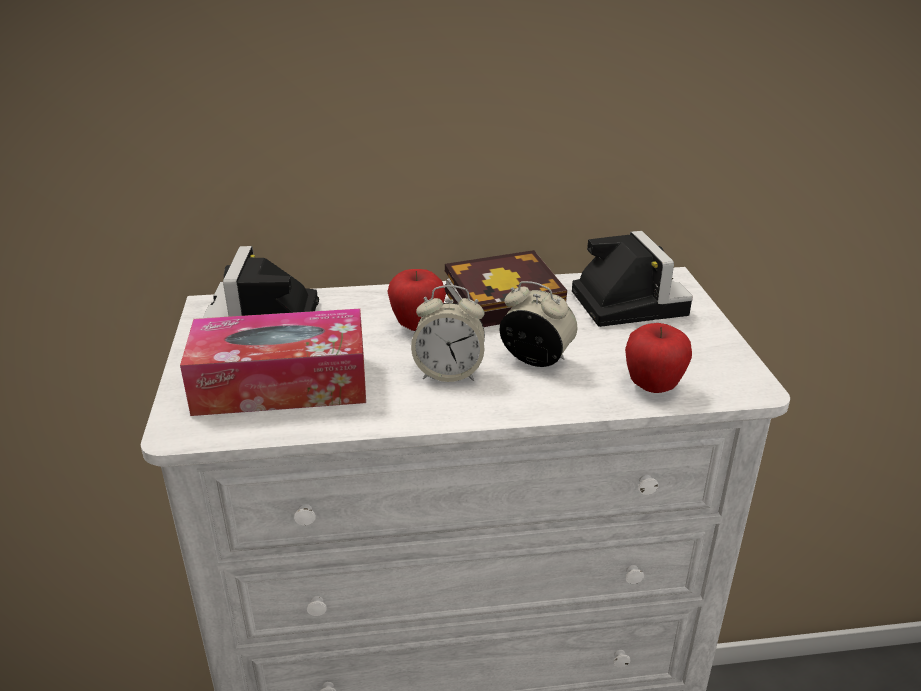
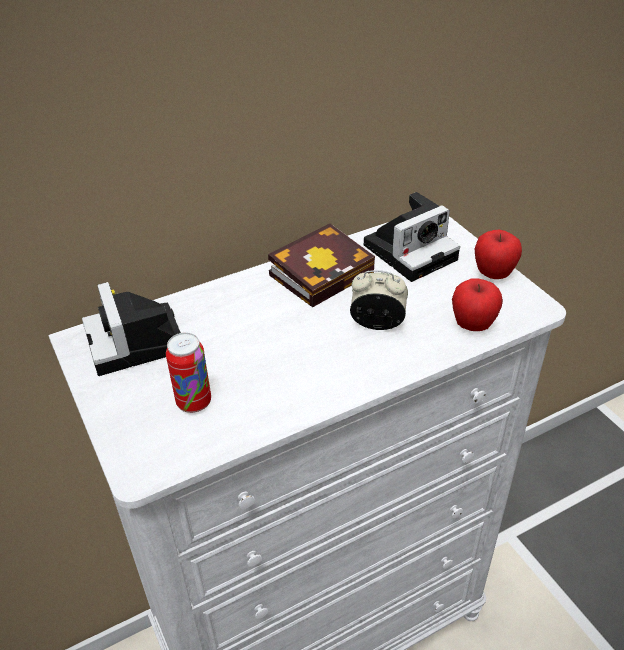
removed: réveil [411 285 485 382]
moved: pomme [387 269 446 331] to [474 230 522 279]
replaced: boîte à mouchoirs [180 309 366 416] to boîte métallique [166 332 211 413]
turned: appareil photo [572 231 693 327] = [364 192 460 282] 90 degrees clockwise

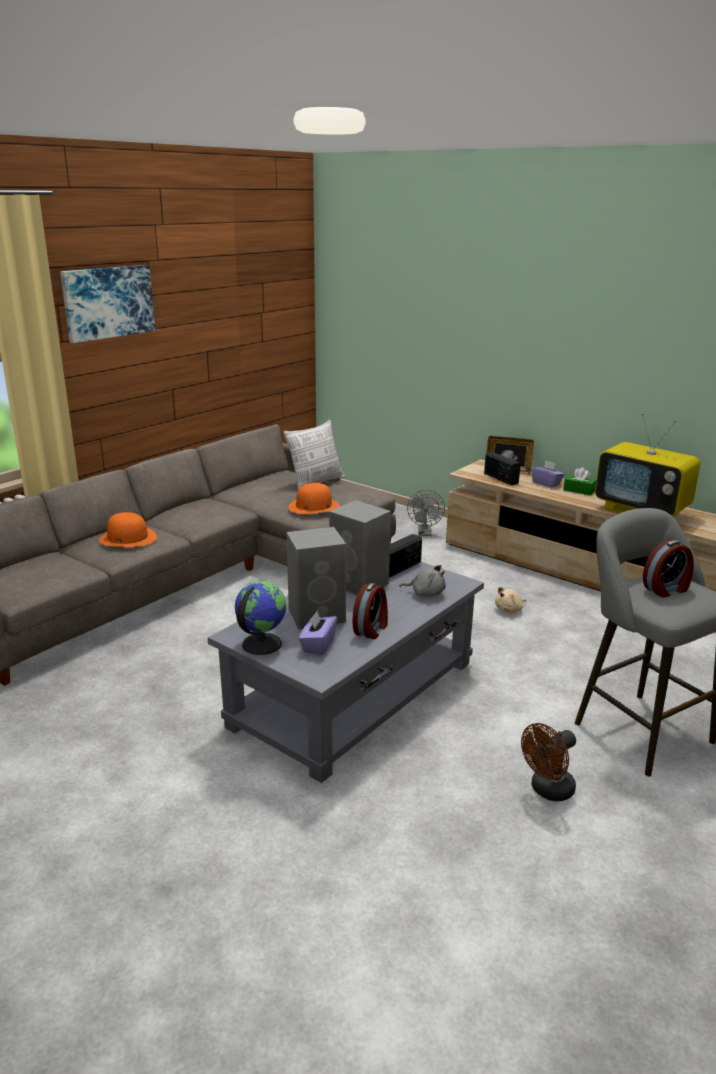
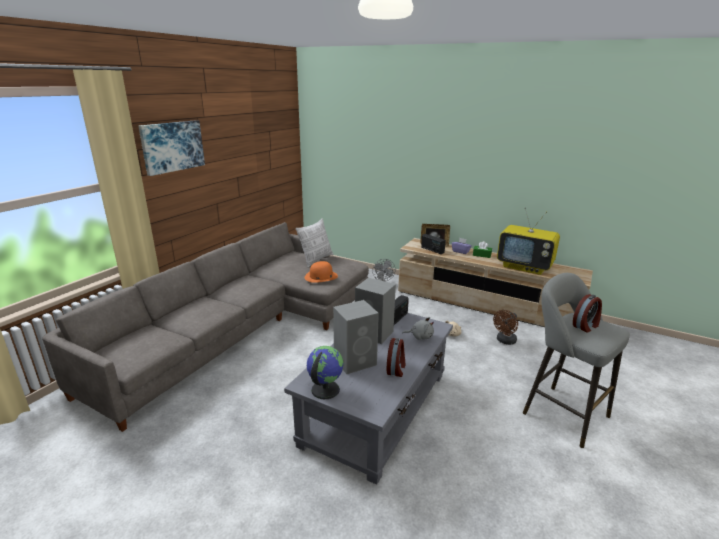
removed: chapeau (orange) [99 512 157 547]; boîte à mouchoirs (violet) [299 611 337 655]
moved: ventilateur (marron) [521 723 576 801] to [493 310 518 345]

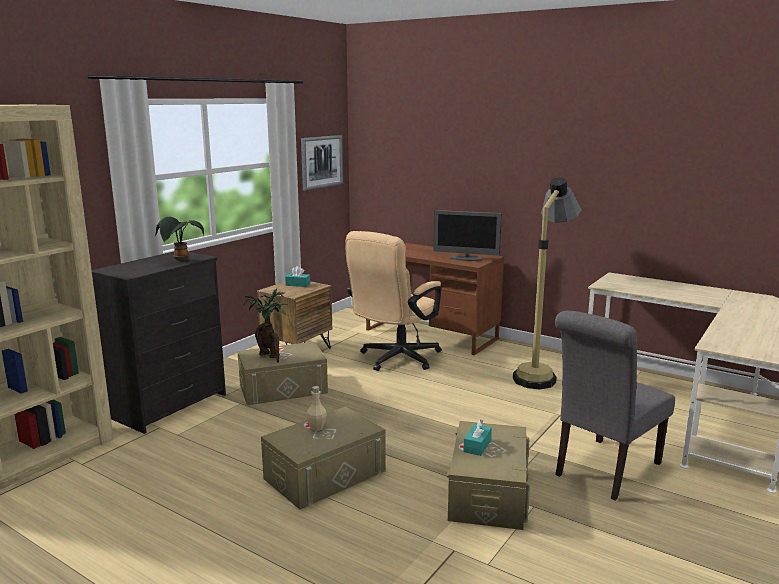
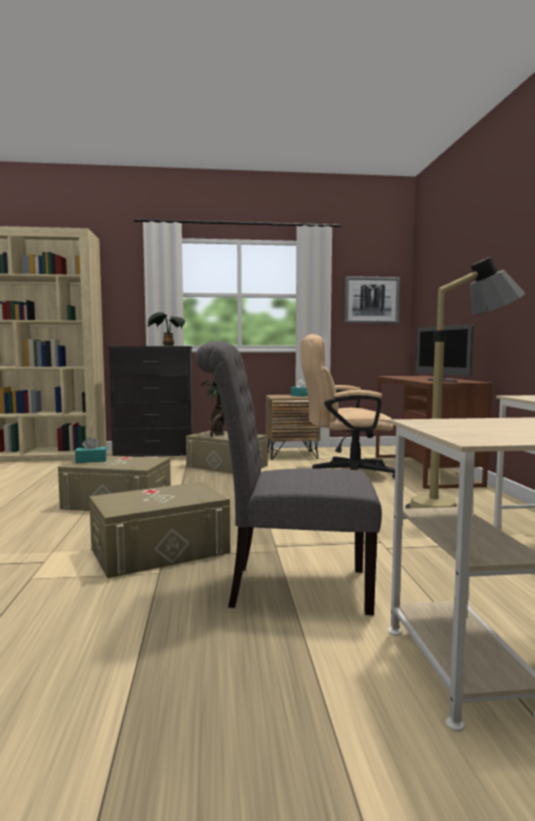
removed: bouteille (beige) [307 386 327 431]
moved: boîte à mouchoirs (turquoise) [463 420 492 456] to [75 437 107 463]

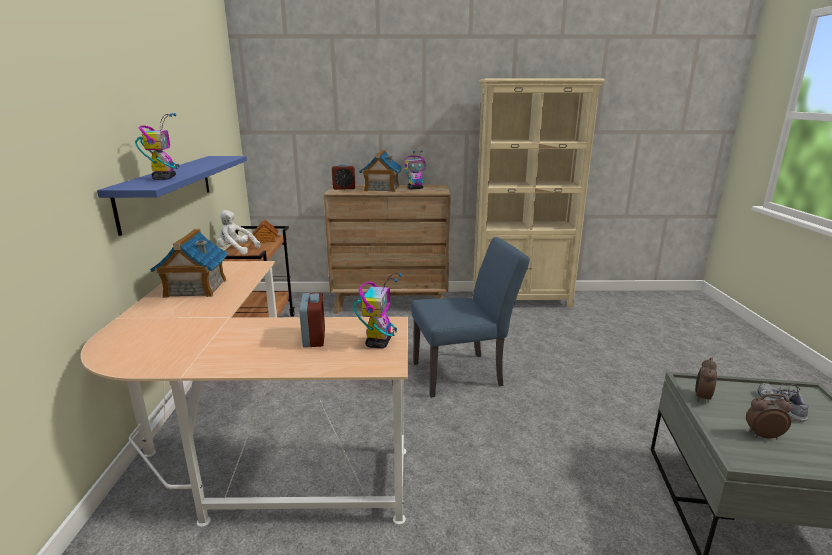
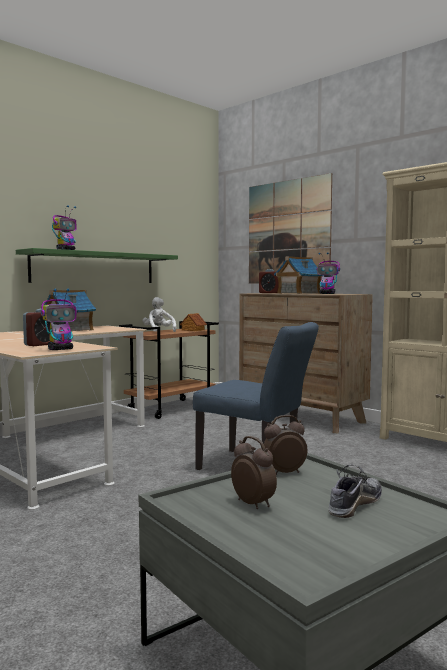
added: tableau [249 173 332 283]
recoloured: étagère (bleu) [97 156 247 236] to étagère (vert) [16 248 178 283]

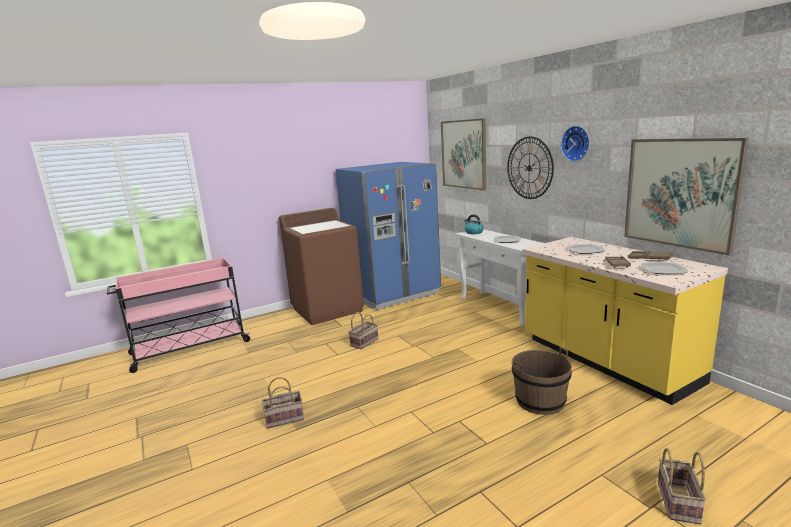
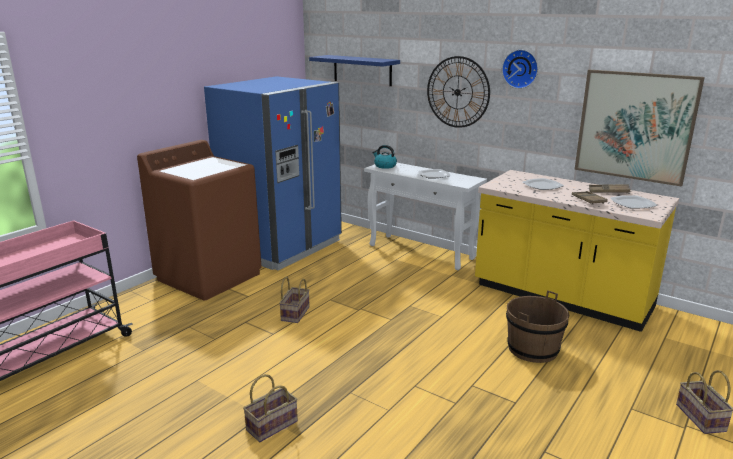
replaced: tableau [441 118 486 190] to étagère (bleu) [309 55 400 86]

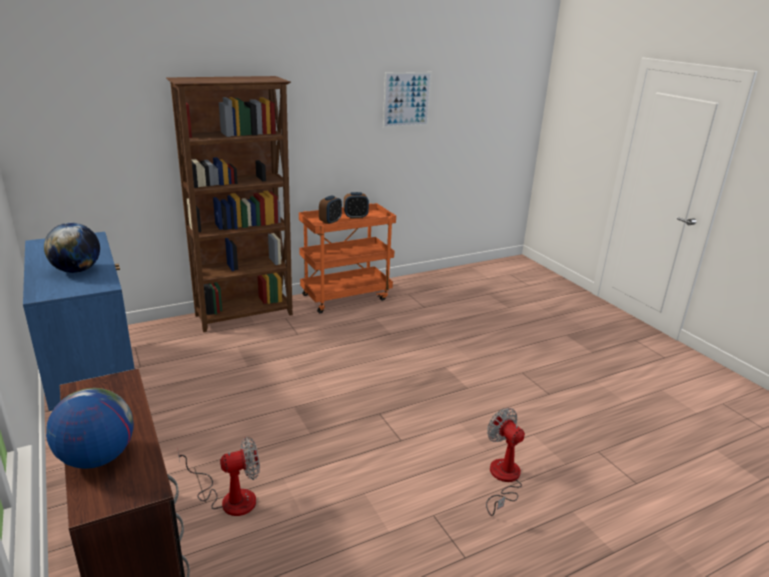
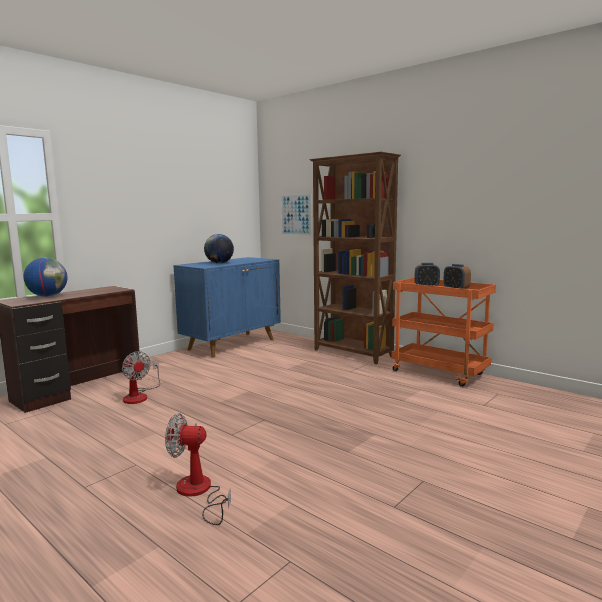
moved: tableau [383 72 432 128] to [280 193 312 236]
turned: ventilateur [486 408 525 516] = [165 413 231 525] 120 degrees counterclockwise

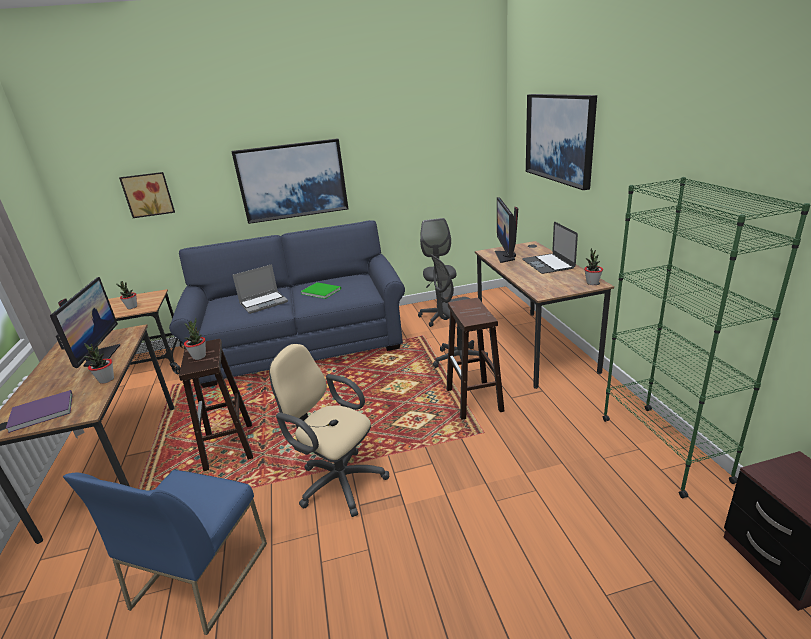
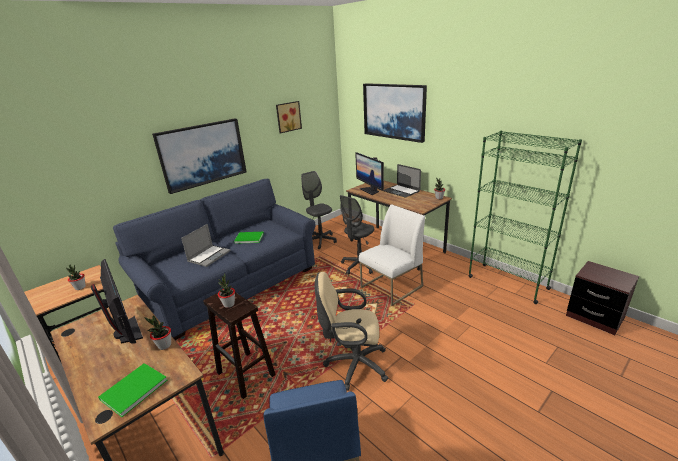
moved: tableau [119 172 175 218] to [276 101 302 134]
replaced: tabouret (marron) [447 298 505 420] to chaise (blanc) [359 204 425 306]
recoloured: livre (violet) [6 390 73 433] to livre (vert) [98 363 167 417]

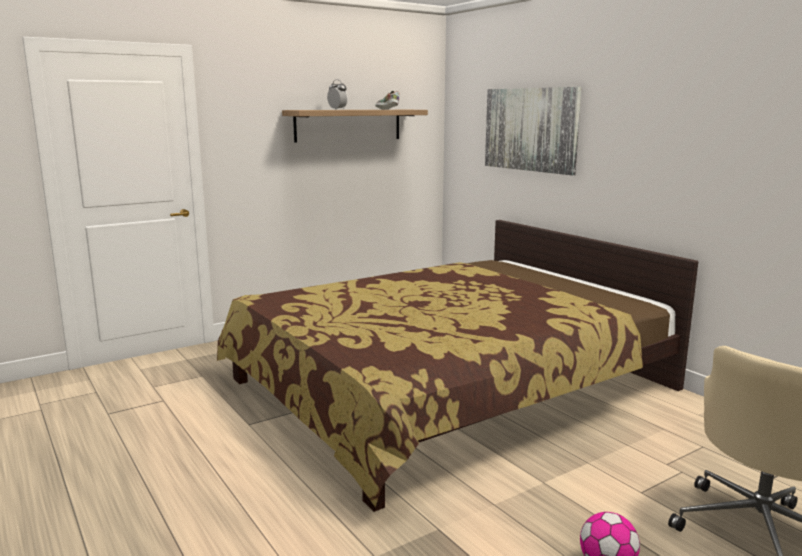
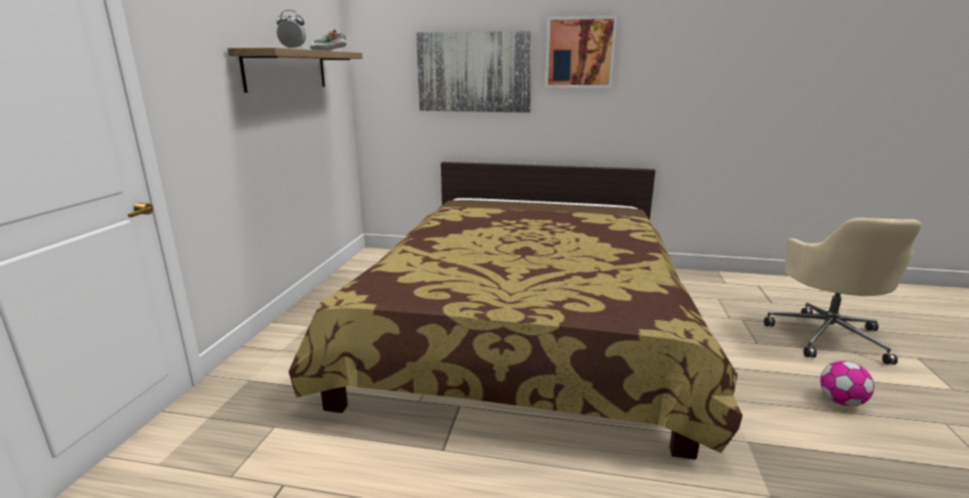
added: tableau [545 15 618 88]

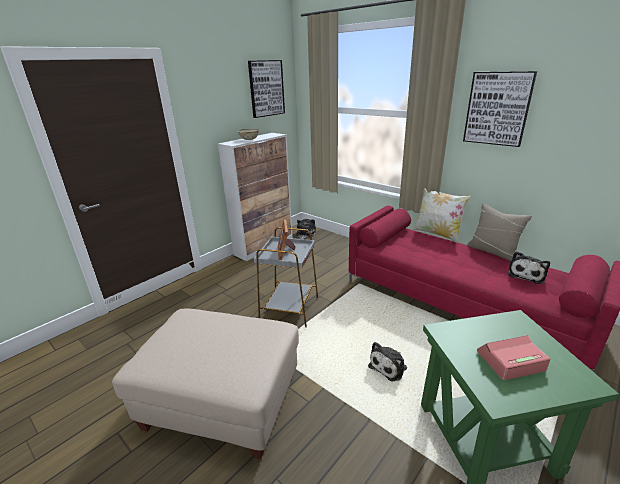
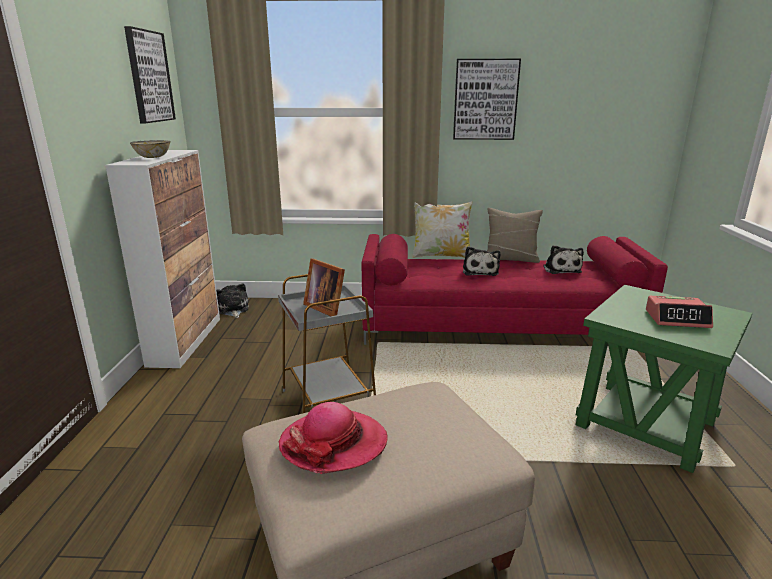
added: chapeau [279 402 388 474]
moved: peluche [368 342 407 381] to [463 246 500 276]
turned: réveil [477 335 550 380] = [646 296 713 328] 120 degrees counterclockwise

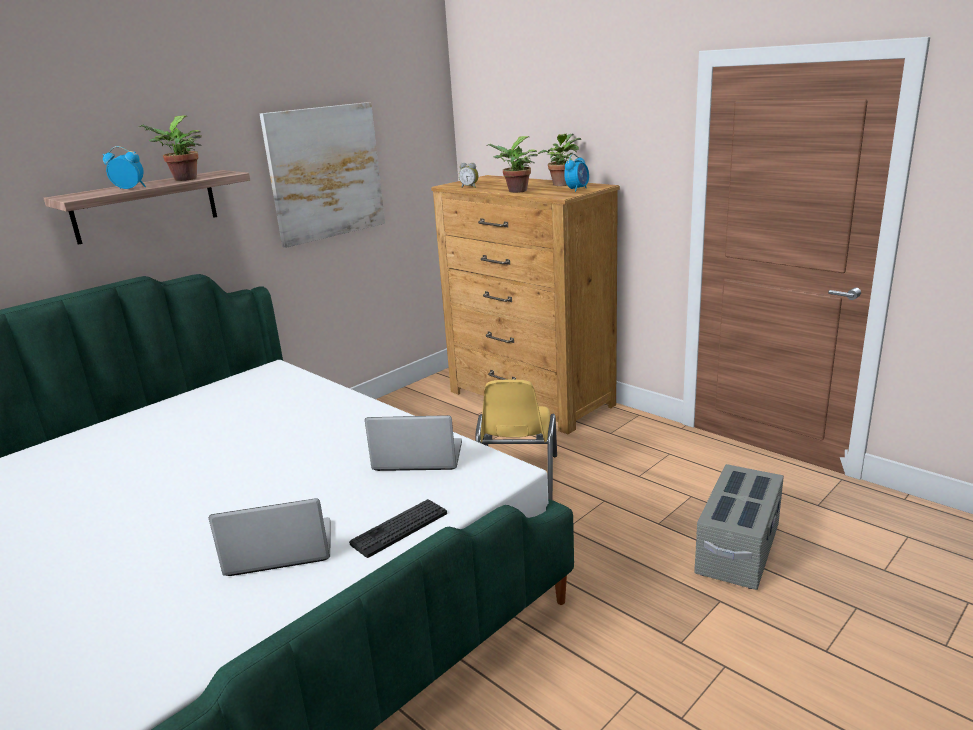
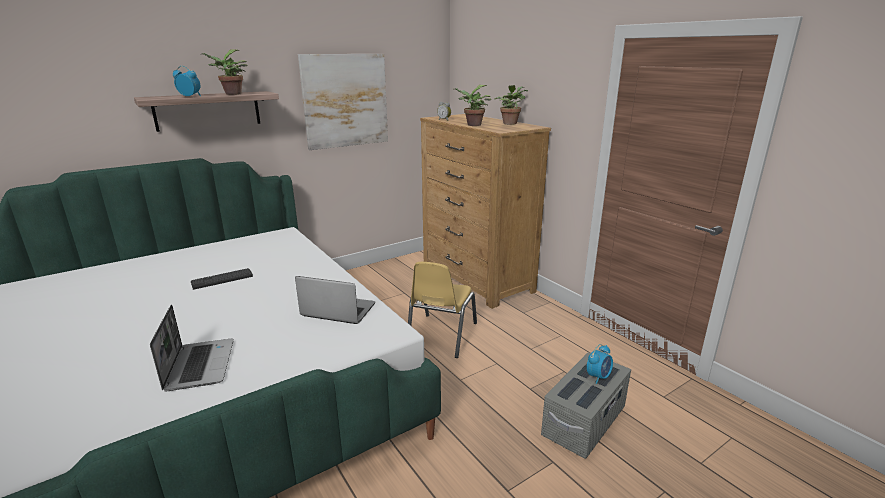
moved: réveil [564 154 589 192] to [587 344 613 384]; clavier [349 499 447 558] to [191 268 253 290]
turned: ordinateur portable [209 498 331 576] = [150 305 234 391] 75 degrees clockwise

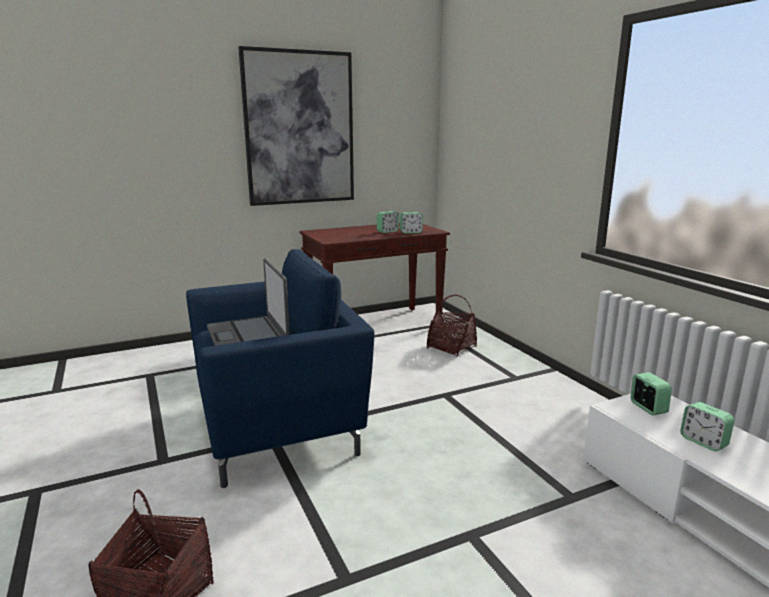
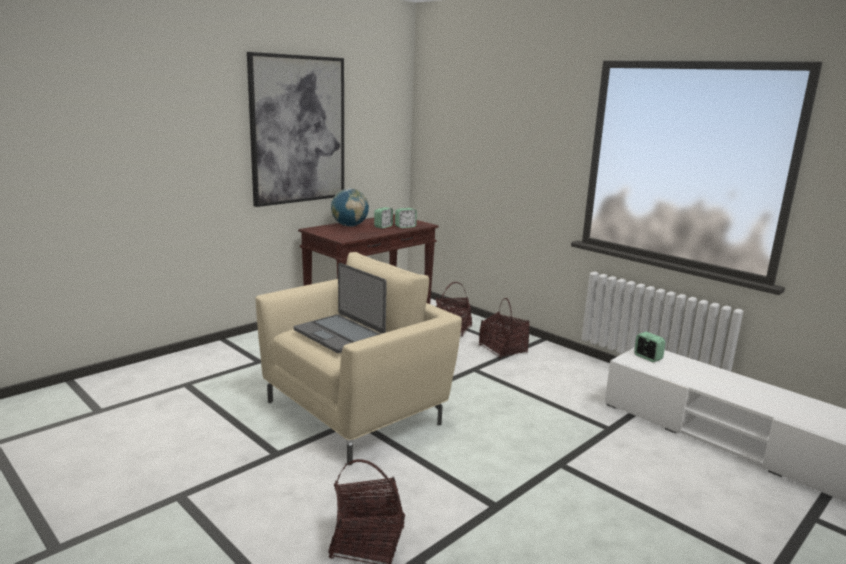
removed: réveil [680 402 735 451]
added: globe [331 189 369 227]; panier [479 298 529 359]
recoloured: fauteuil (bleu) [186 249 374 488] to fauteuil (beige) [255 252 462 465]

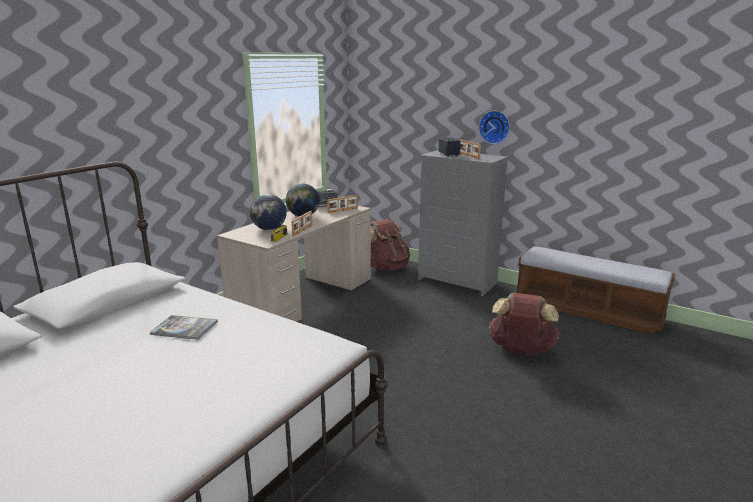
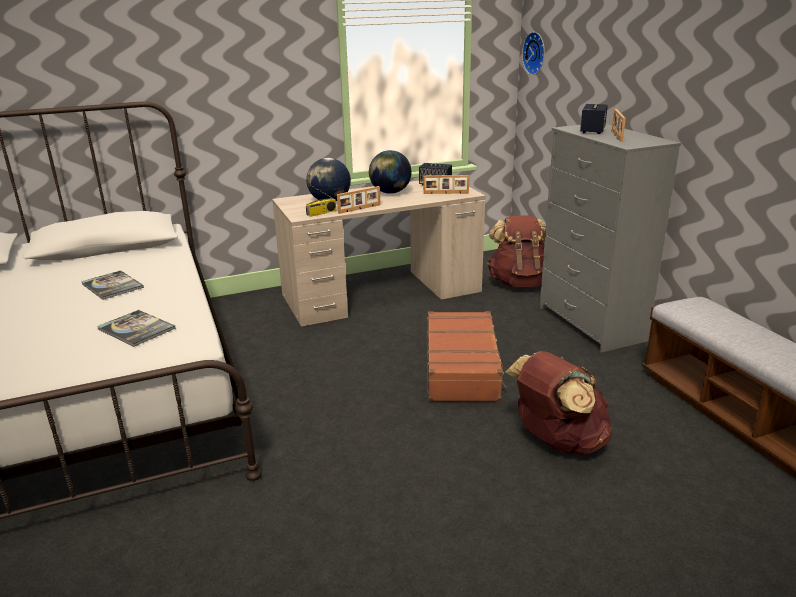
added: livre [97 310 176 347]; valise (marron) [427 311 507 402]
moved: horloge murale [479 111 510 144] to [522 32 545 75]

